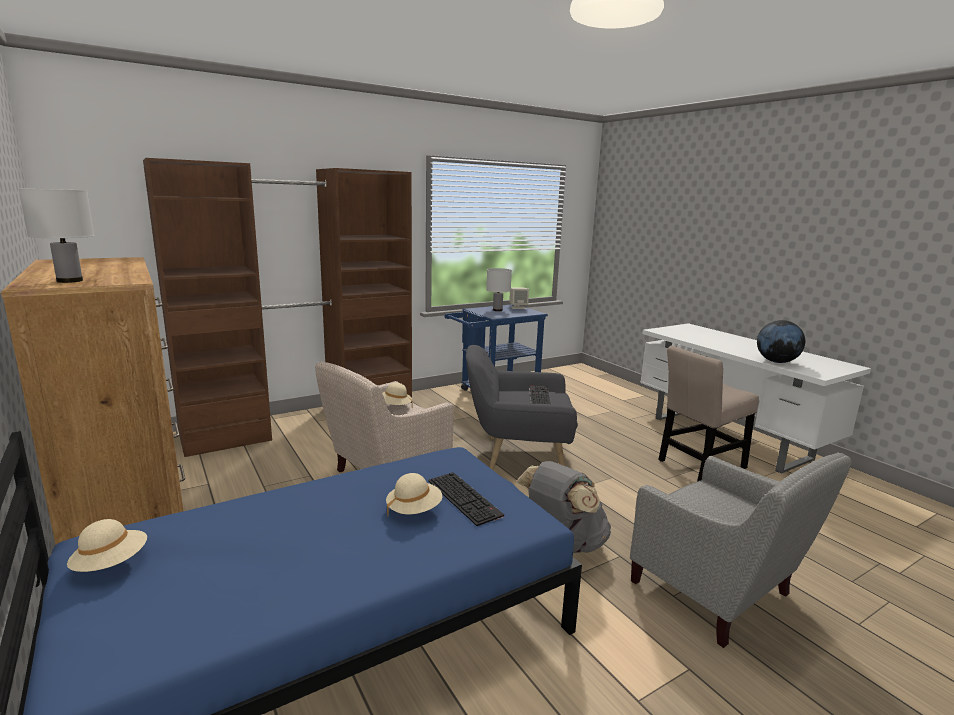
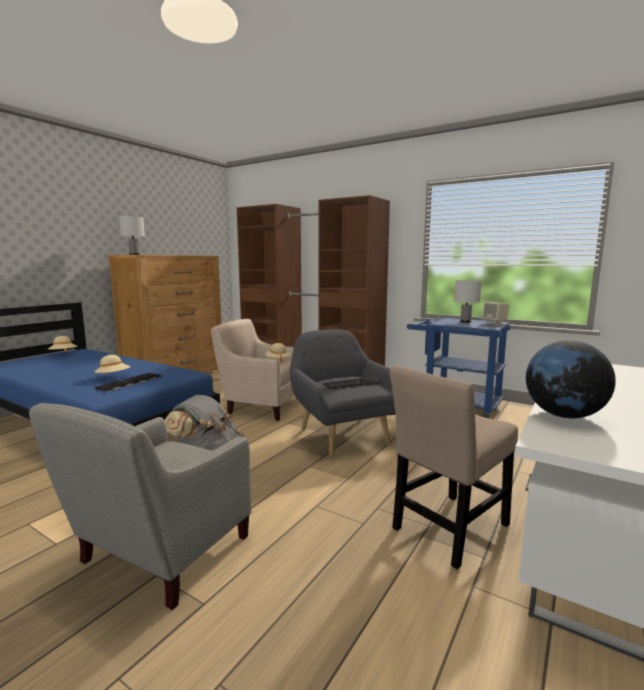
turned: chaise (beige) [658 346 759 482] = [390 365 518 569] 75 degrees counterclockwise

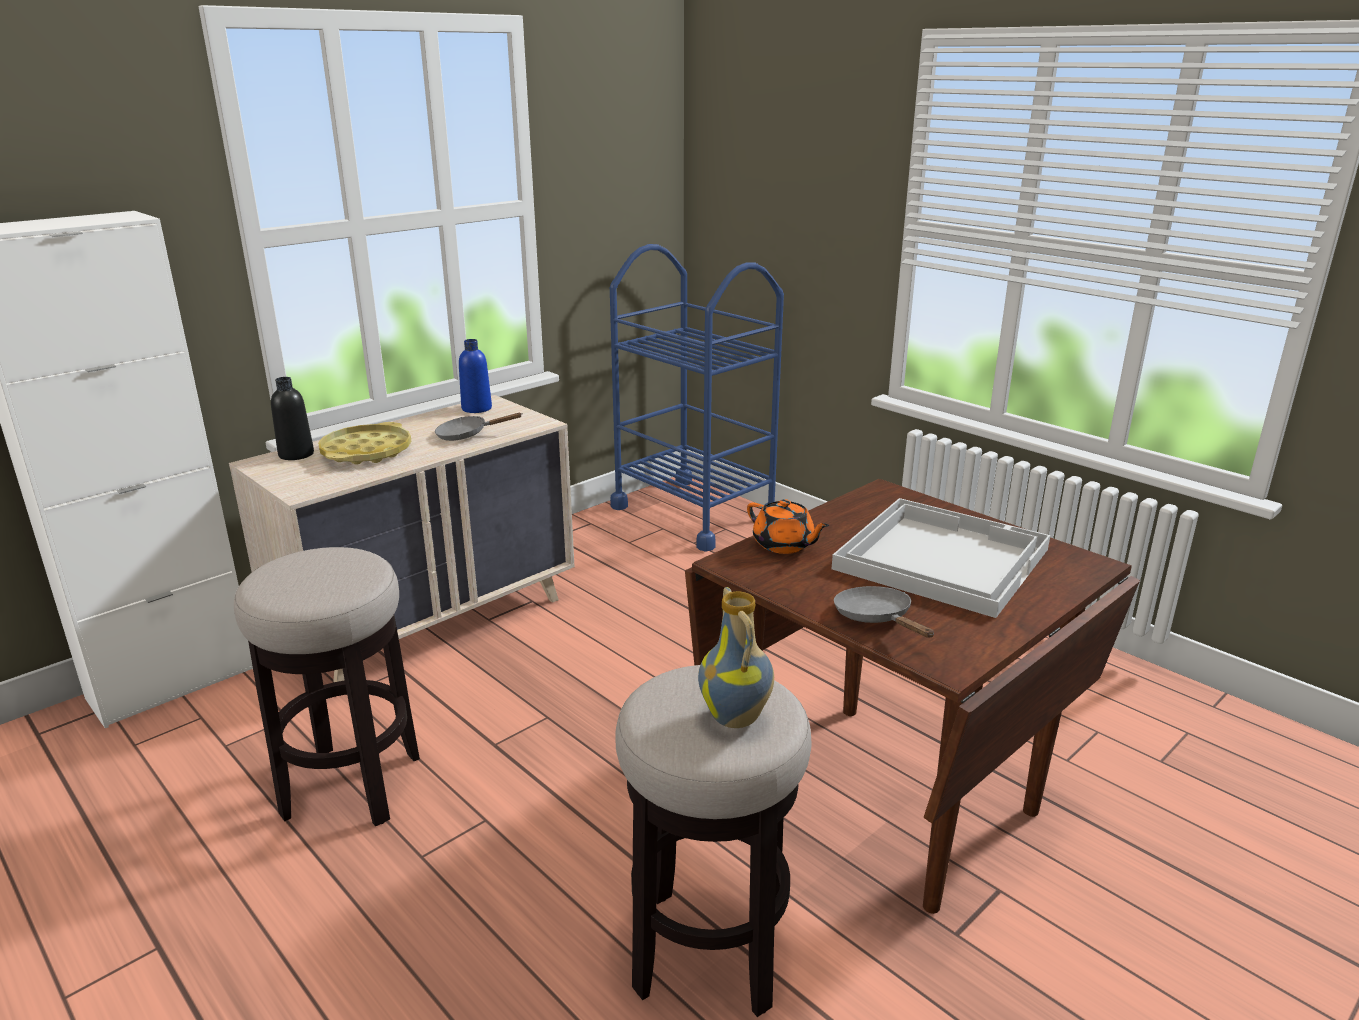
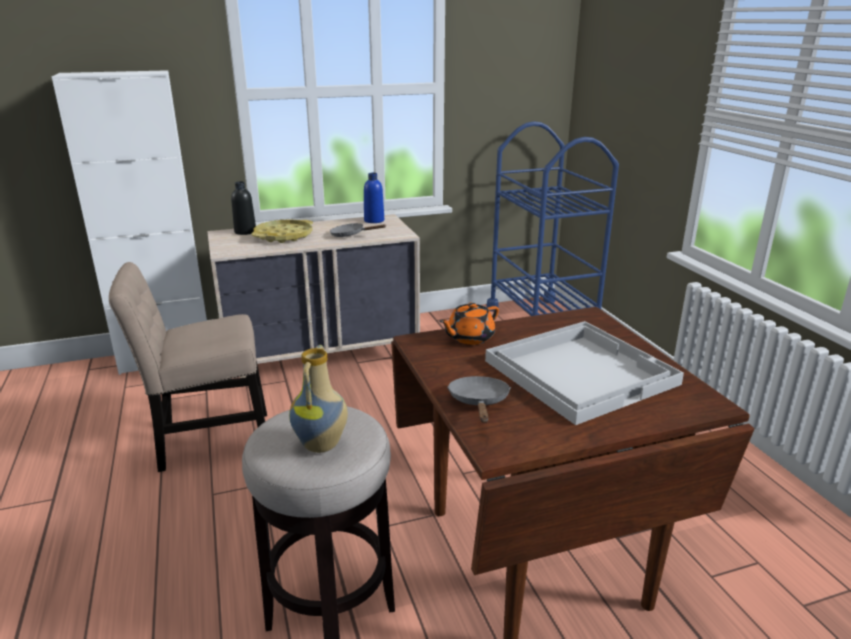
replaced: tabouret [234 547 420 827] to chaise (beige) [109 262 267 472]
turned: théière (orange) [747 499 829 554] = [439 302 499 345] 75 degrees clockwise

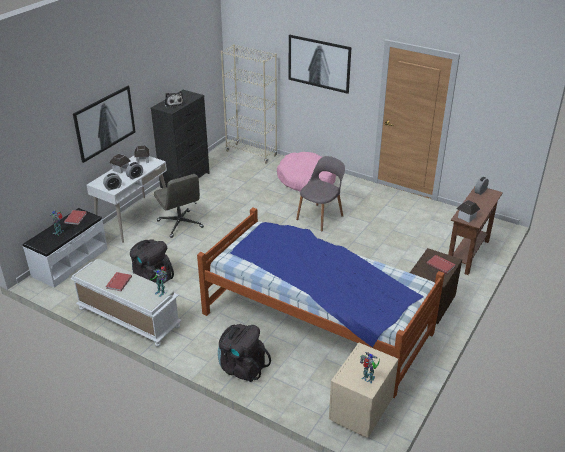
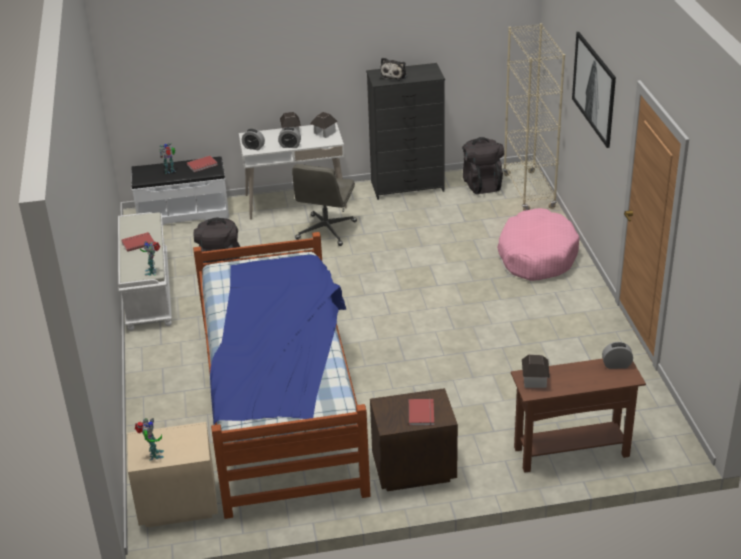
removed: tableau [73 86 136 163]; chaise (gris) [296 156 345 232]
moved: sac à dos (noir) [218 324 271 382] to [462 137 504 194]

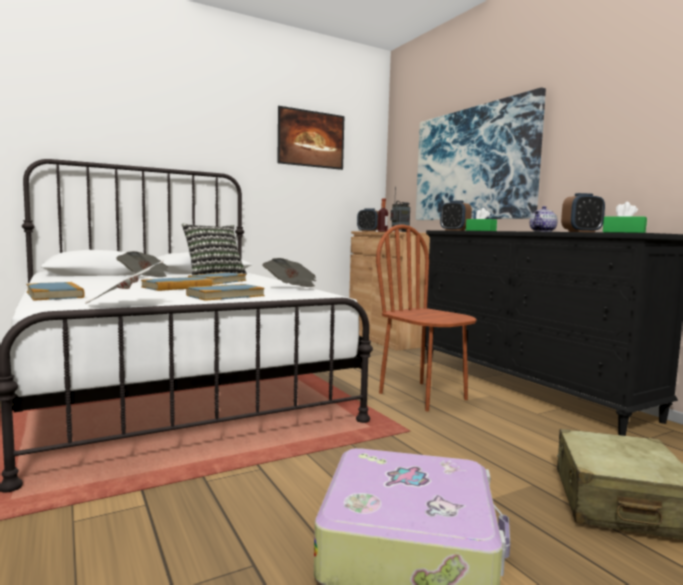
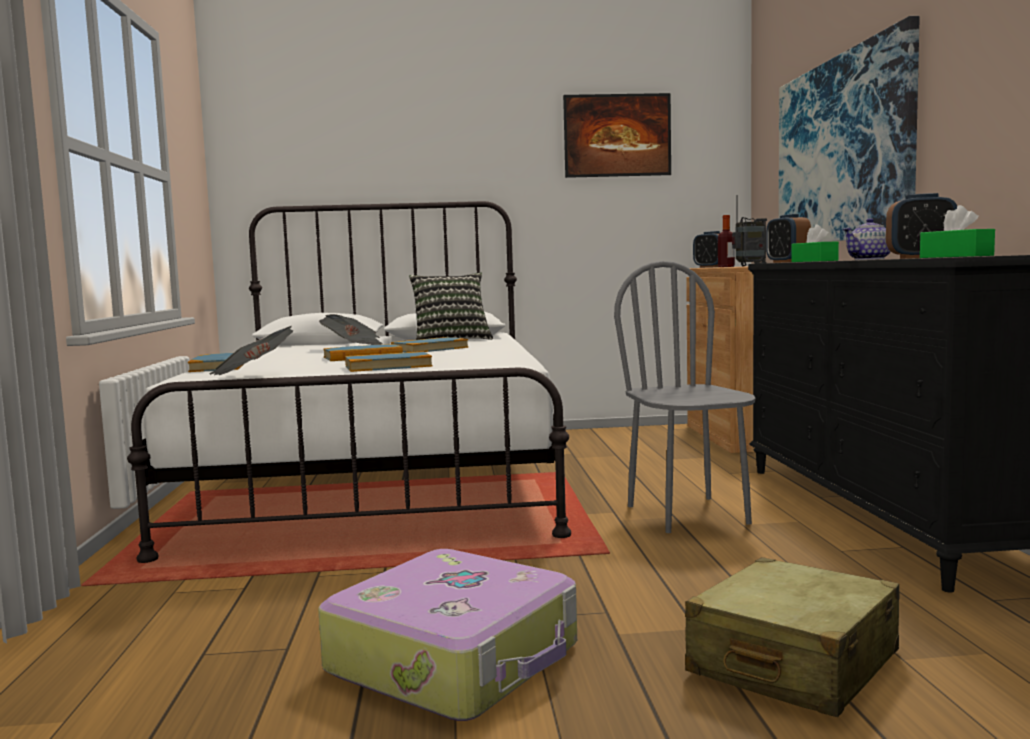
removed: journal [262 258 316 287]
recoloured: chaise (marron) [376 224 477 411] to chaise (gris) [614 261 756 533]

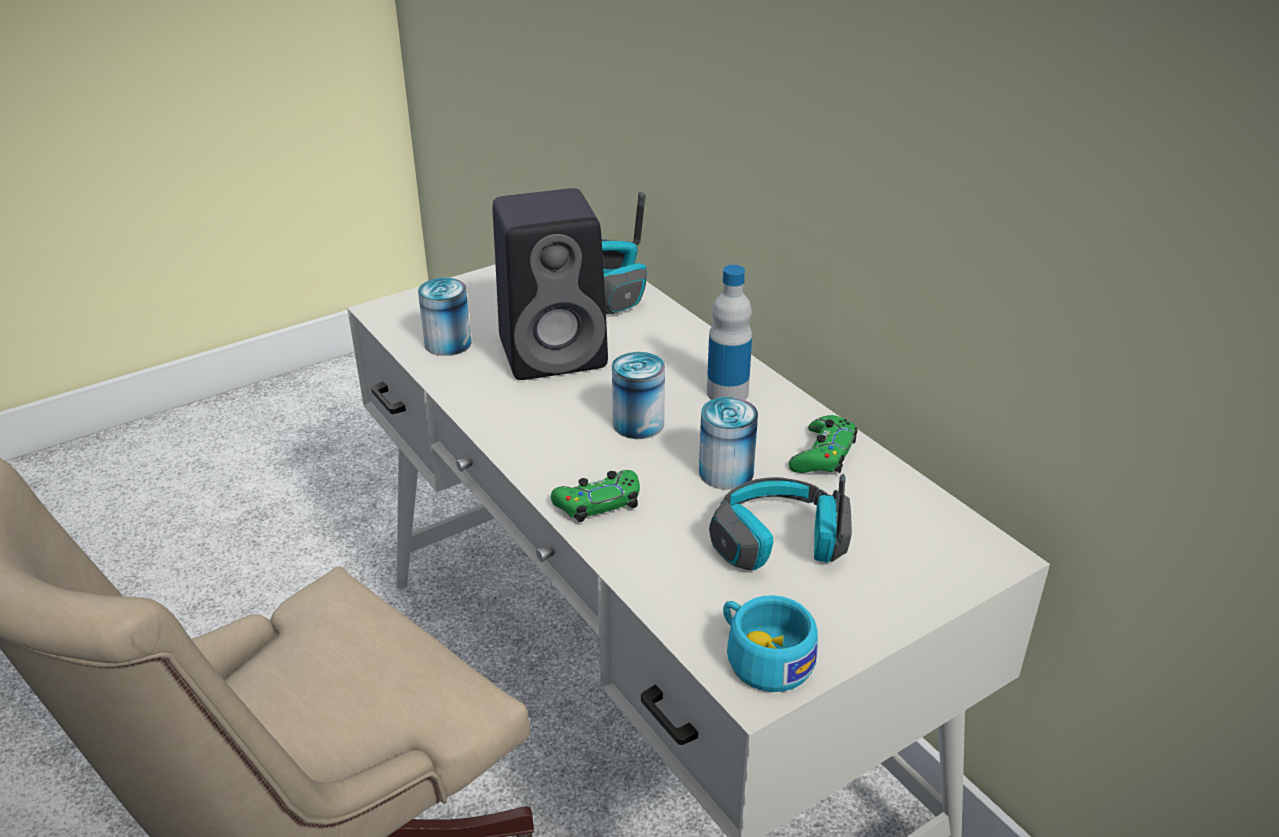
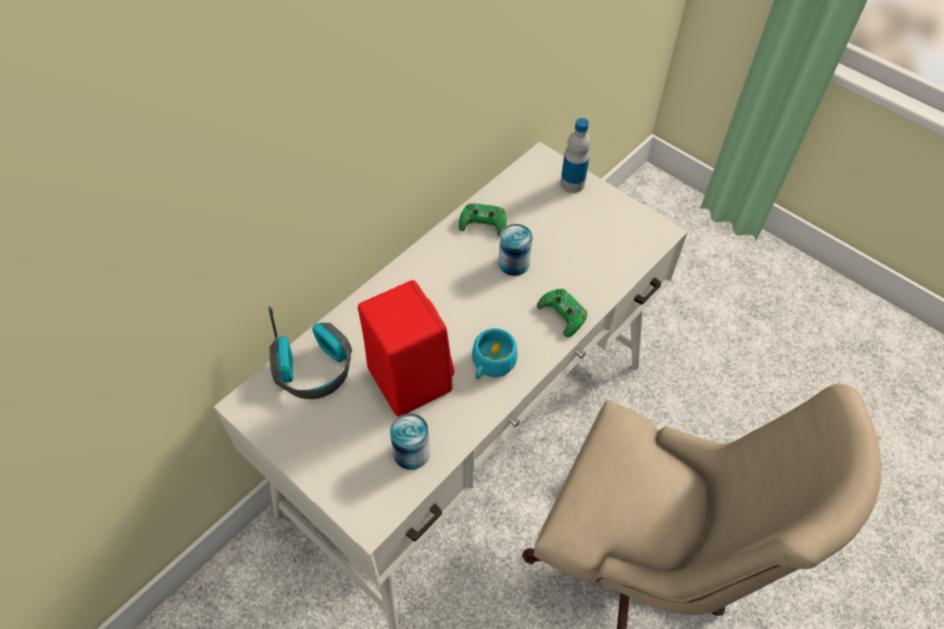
removed: boîte métallique [612 352 665 439]; casque audio [709 473 852 570]
moved: bouteille [707 265 752 400] to [560 118 591 193]; tasse (turquoise) [723 595 818 692] to [472 328 518 379]
recoloured: enceinte (noir) [492 188 608 380] to enceinte (rouge) [358 280 454 417]

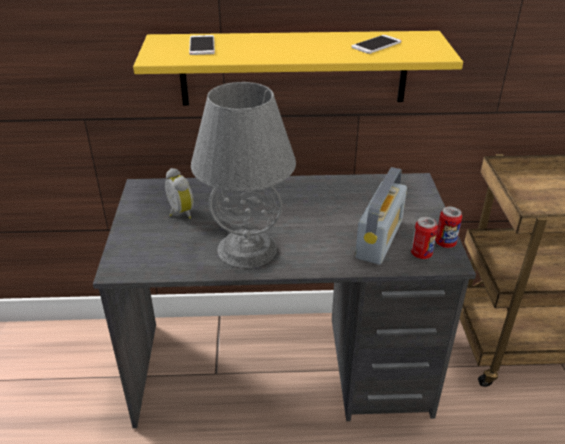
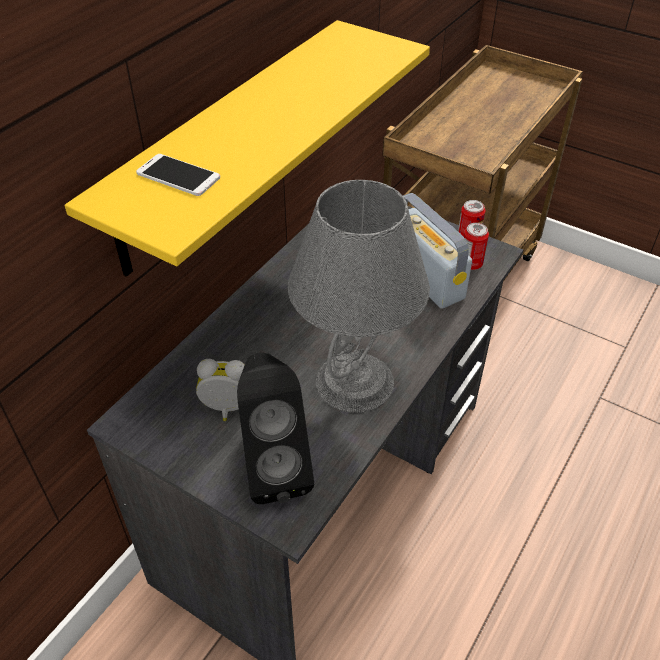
removed: téléphone [352 35 401 54]
added: enceinte (noir) [237 353 314 504]

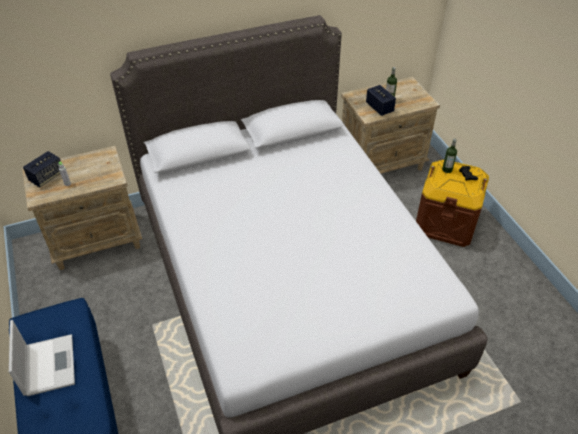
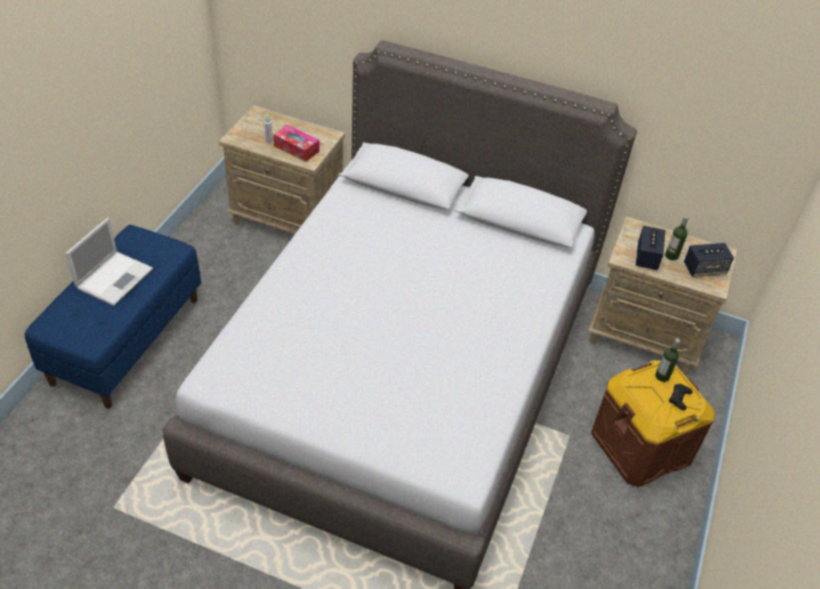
added: boîte à mouchoirs [273 125 320 162]
moved: enceinte [23 151 61 187] to [684 243 734 277]

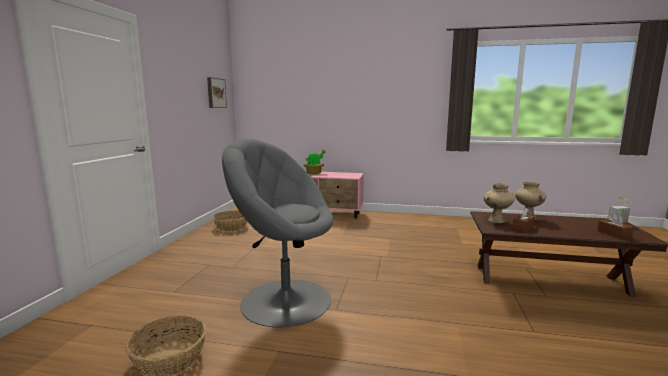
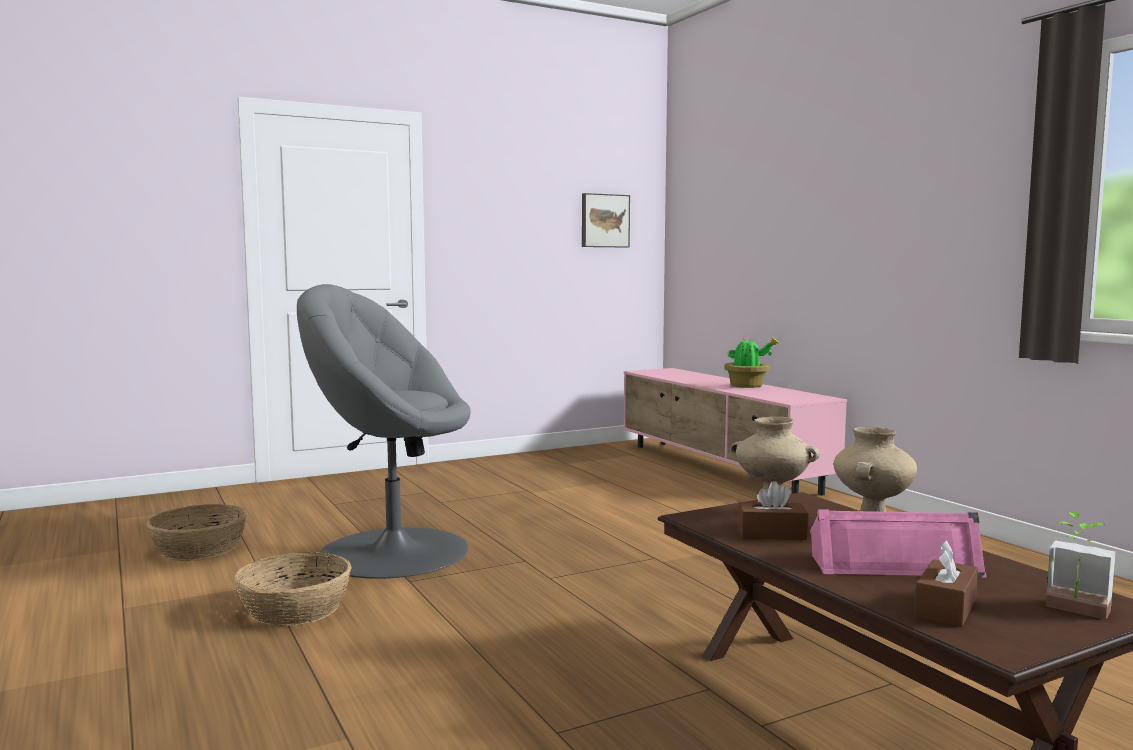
added: enceinte (rose) [810 509 987 578]
moved: panier [213 211 247 232] to [233 552 352 627]
turned: fauteuil (gris) [222 139 334 327] = [297 284 471 579] 60 degrees counterclockwise

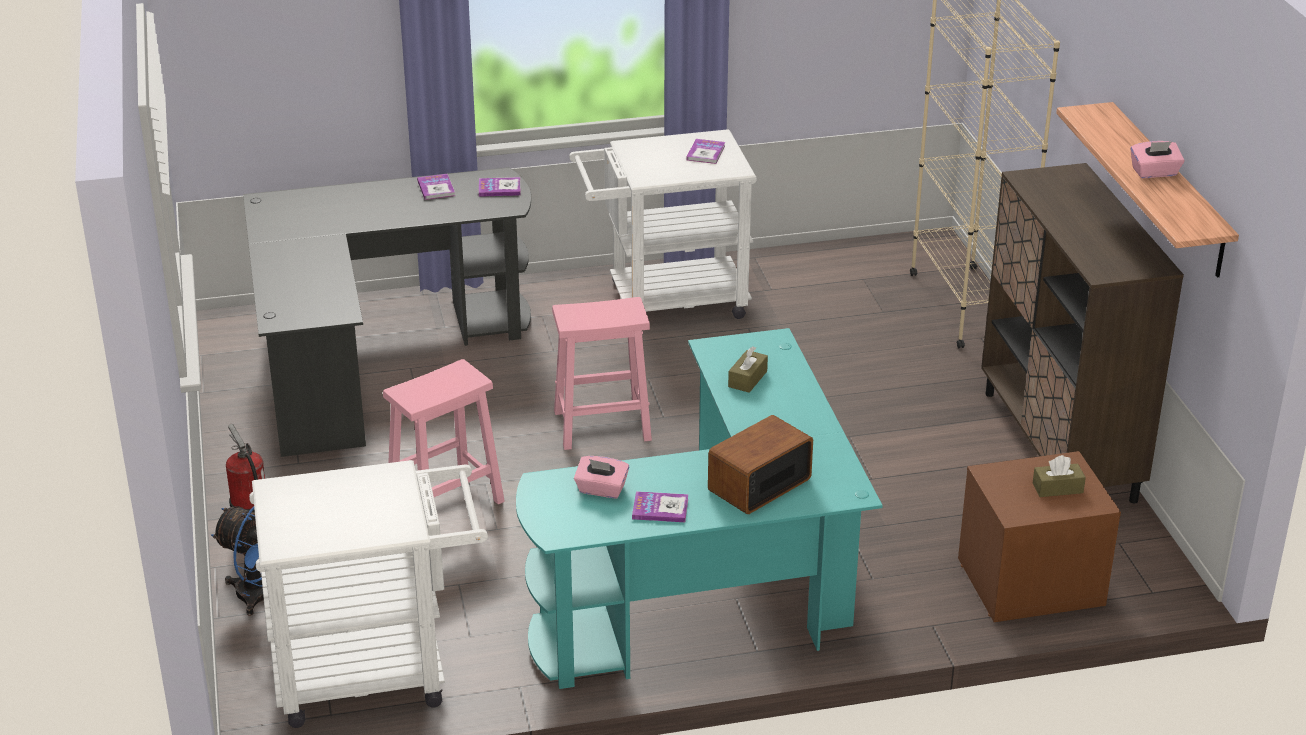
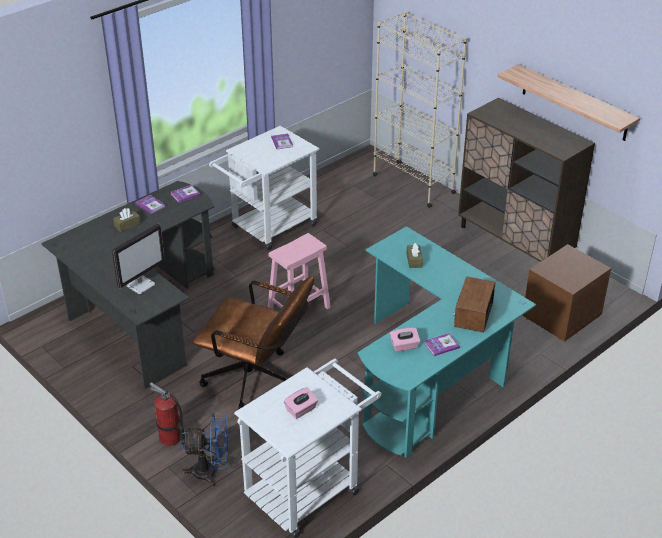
added: écran d'ordinateur [112 224 165 294]
moved: boîte à mouchoirs (rose) [1130 141 1185 178] to [284 387 318 419]; boîte à mouchoirs (marron) [1033 455 1086 497] to [113 208 141 232]
replaced: tabouret (rose) [383 359 505 504] to chaise de bureau (marron) [192 276 314 409]

